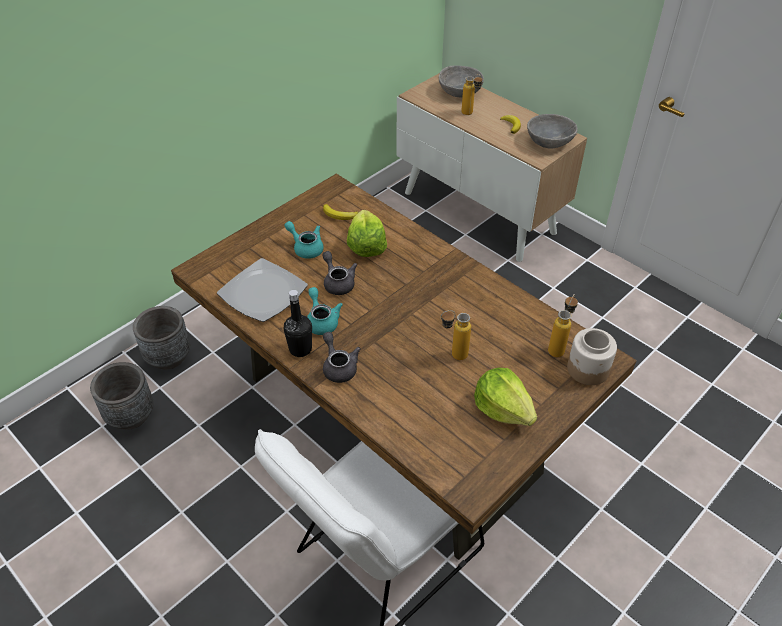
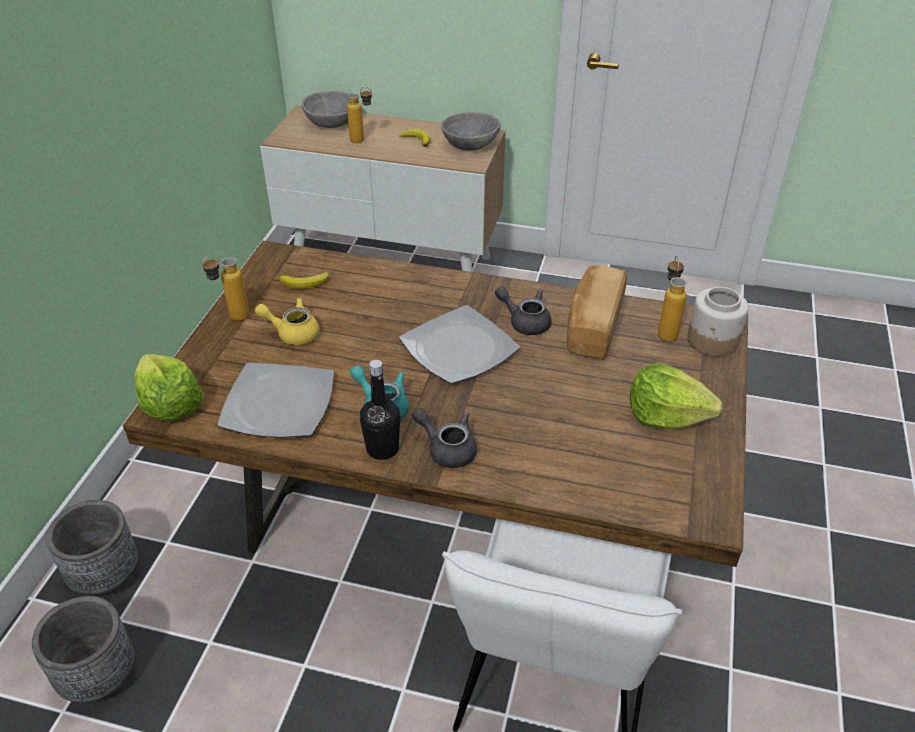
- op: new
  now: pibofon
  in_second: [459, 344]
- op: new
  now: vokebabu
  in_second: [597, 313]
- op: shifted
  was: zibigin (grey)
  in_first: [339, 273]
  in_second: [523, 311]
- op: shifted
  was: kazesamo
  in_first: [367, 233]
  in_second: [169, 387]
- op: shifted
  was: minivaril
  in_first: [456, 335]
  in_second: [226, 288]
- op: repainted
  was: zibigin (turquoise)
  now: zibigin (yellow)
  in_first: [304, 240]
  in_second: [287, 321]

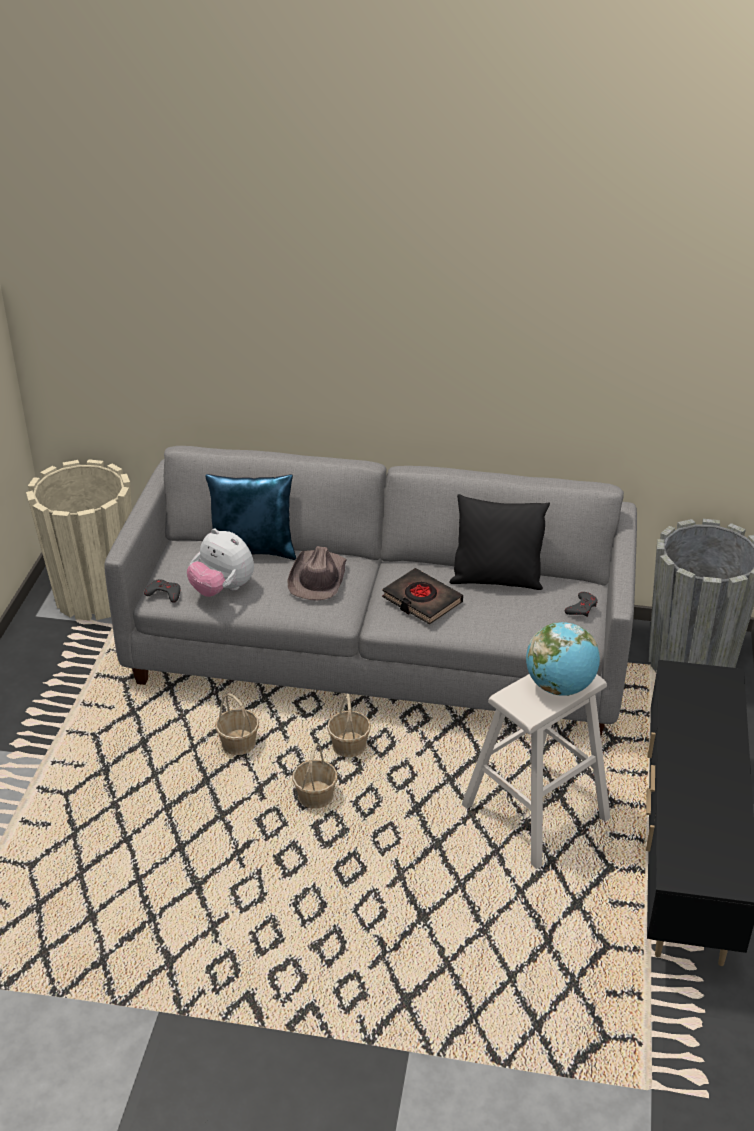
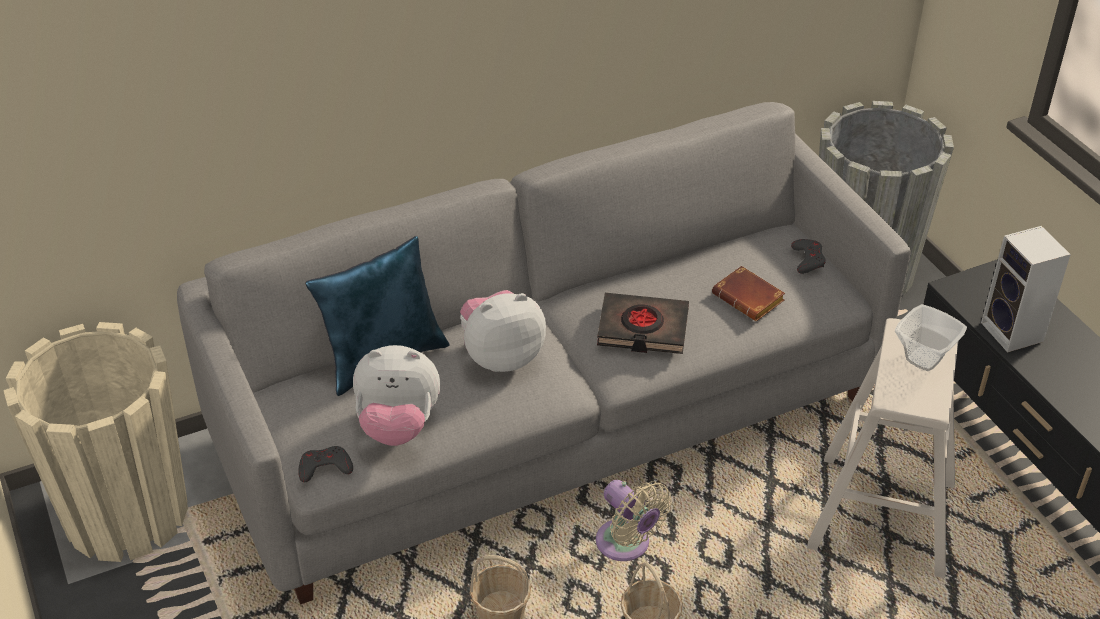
- op: gone
  was: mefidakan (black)
  in_first: [499, 542]
- op: new
  now: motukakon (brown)
  in_second: [748, 293]
- op: new
  now: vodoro
  in_second: [1026, 289]
- op: swapped
  was: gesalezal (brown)
  now: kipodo
  in_first: [317, 573]
  in_second: [503, 331]
- op: swapped
  was: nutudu
  now: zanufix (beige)
  in_first: [349, 725]
  in_second: [634, 520]
- op: swapped
  was: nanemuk
  now: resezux
  in_first: [563, 659]
  in_second: [931, 337]

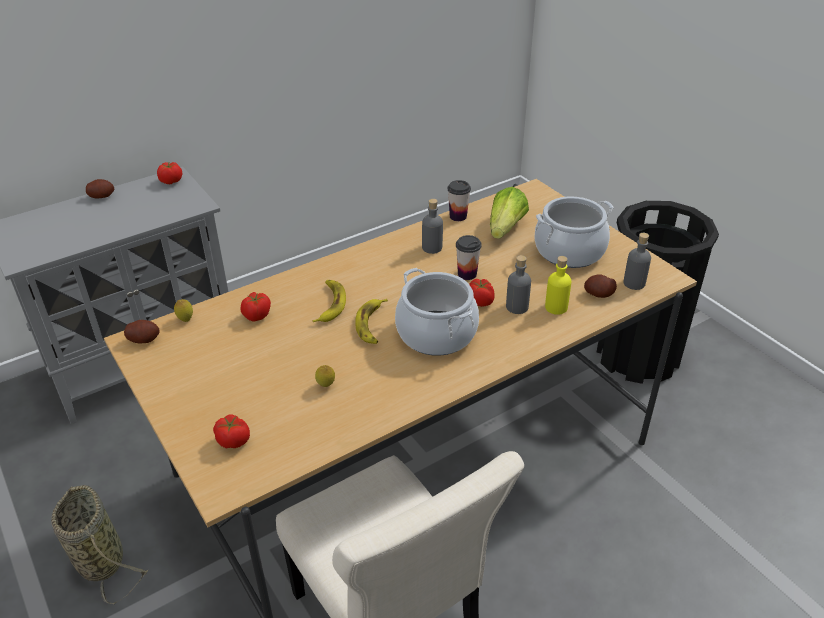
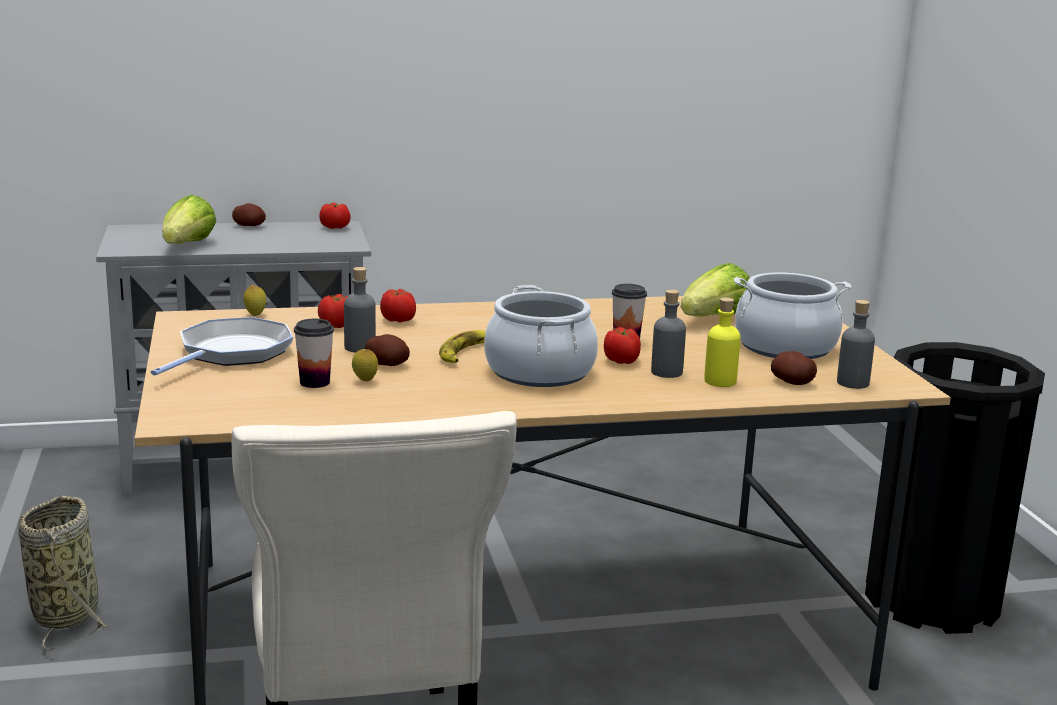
- op: gone
  was: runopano
  in_first: [329, 301]
- op: new
  now: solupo
  in_second: [222, 346]
- op: new
  now: kazesamo
  in_second: [189, 219]
- op: shifted
  was: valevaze
  in_first: [142, 331]
  in_second: [387, 350]
- op: shifted
  was: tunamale
  in_first: [231, 431]
  in_second: [398, 306]
- op: shifted
  was: minivaril (grey)
  in_first: [432, 226]
  in_second: [360, 310]
- op: shifted
  was: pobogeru
  in_first: [459, 200]
  in_second: [314, 353]

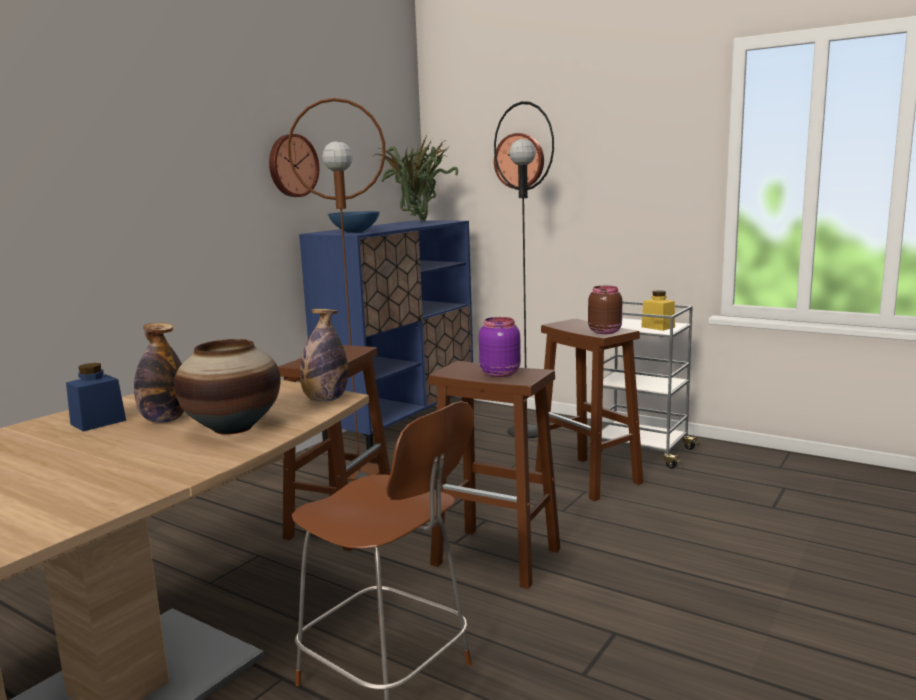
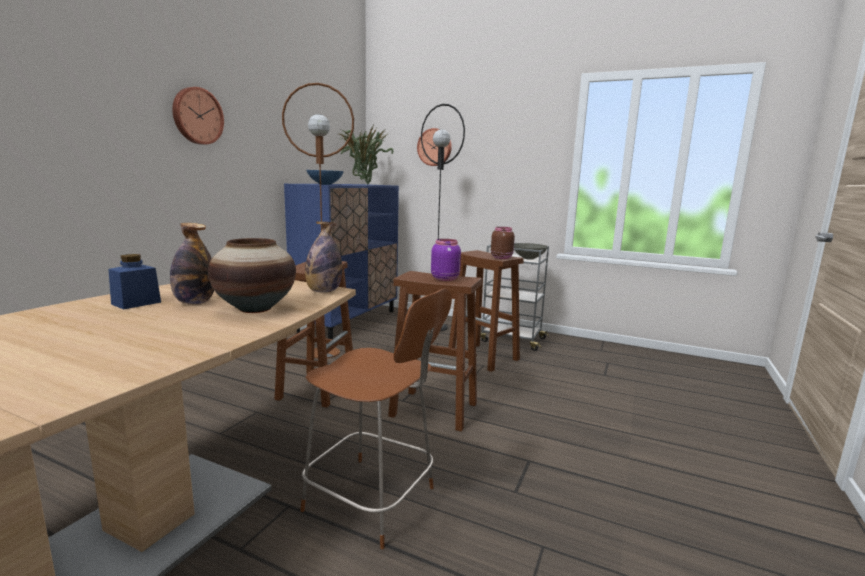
- op: shifted
  was: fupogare
  in_first: [294, 165]
  in_second: [198, 115]
- op: swapped
  was: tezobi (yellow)
  now: resezux (grey)
  in_first: [658, 310]
  in_second: [531, 251]

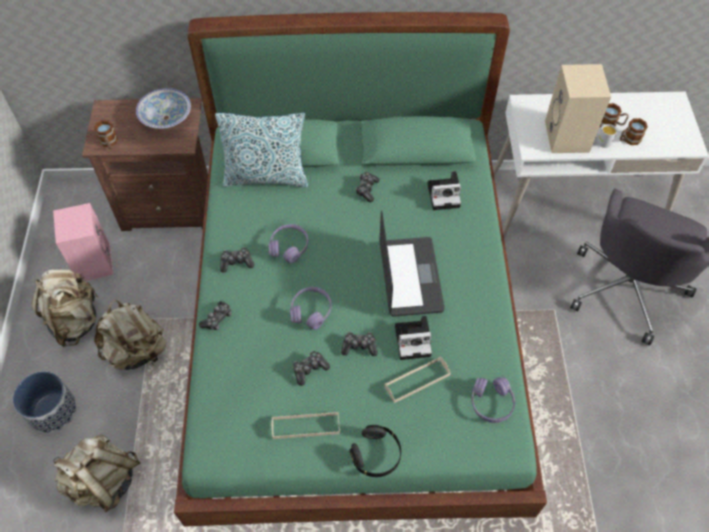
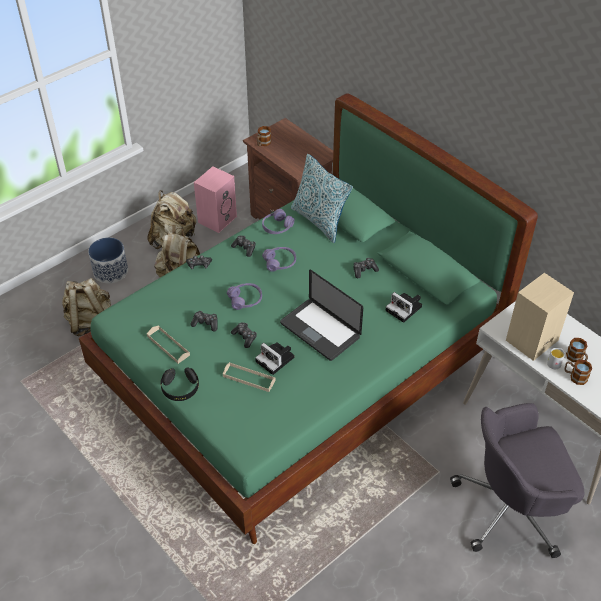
- op: gone
  was: resezux
  in_first: [163, 108]
- op: shifted
  was: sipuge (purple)
  in_first: [493, 400]
  in_second: [278, 221]
- op: rotated
  was: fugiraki
  in_first: [412, 264]
  in_second: [321, 315]
  clockwise: 90

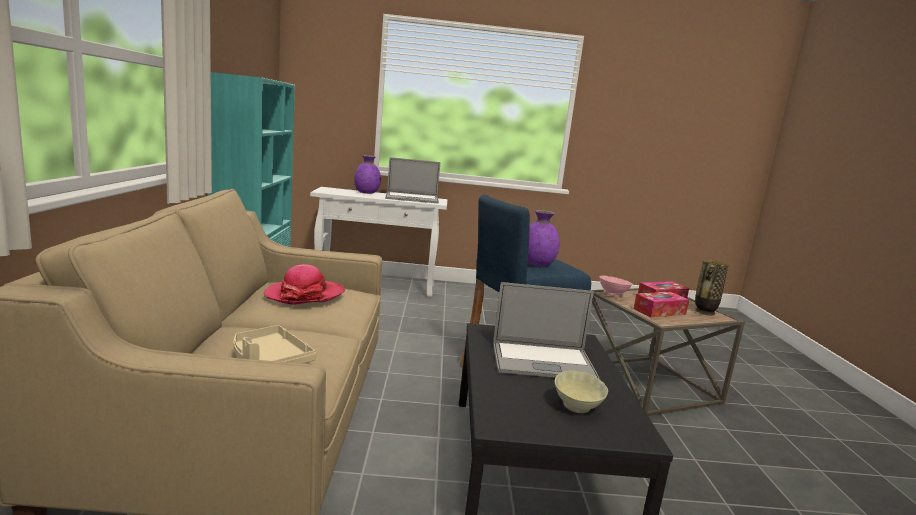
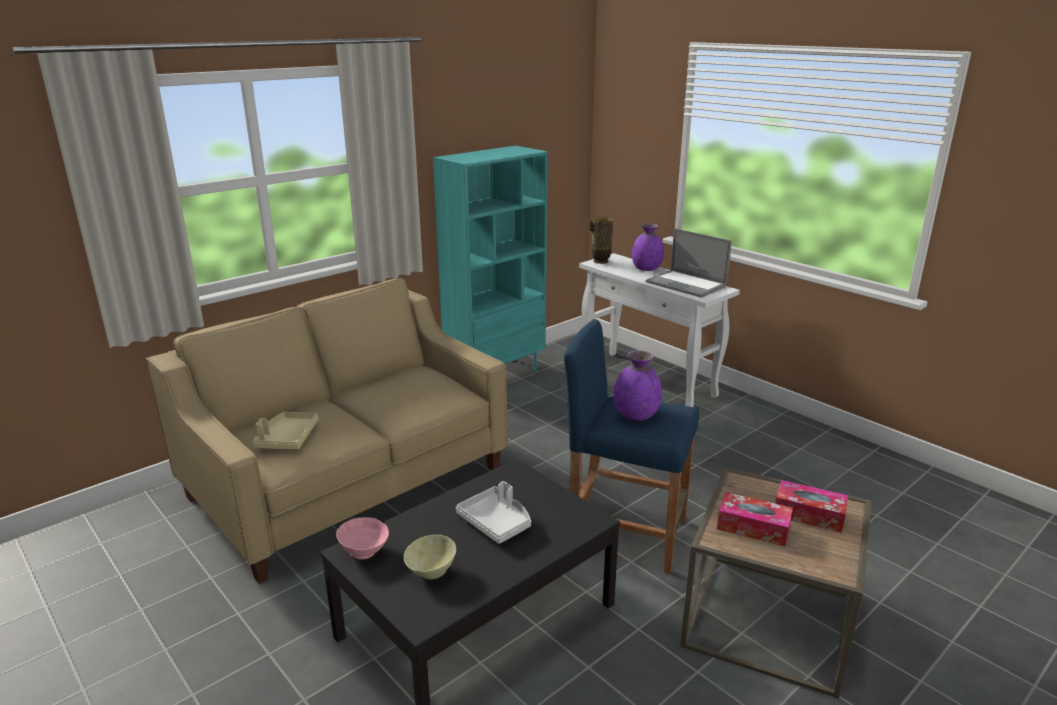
- op: gone
  was: gesalezal
  in_first: [304, 284]
- op: shifted
  was: resezux (pink)
  in_first: [615, 286]
  in_second: [362, 538]
- op: shifted
  was: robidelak
  in_first: [712, 287]
  in_second: [601, 240]
- op: swapped
  was: fugiraki
  now: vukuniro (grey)
  in_first: [546, 330]
  in_second: [493, 512]

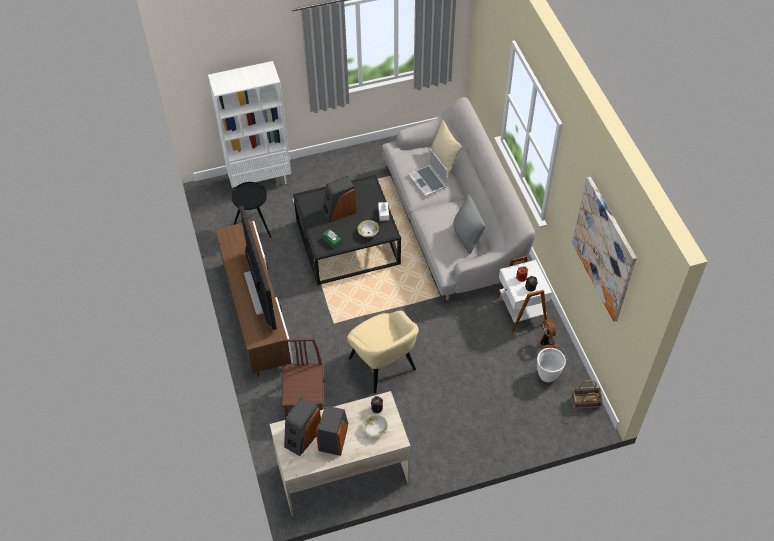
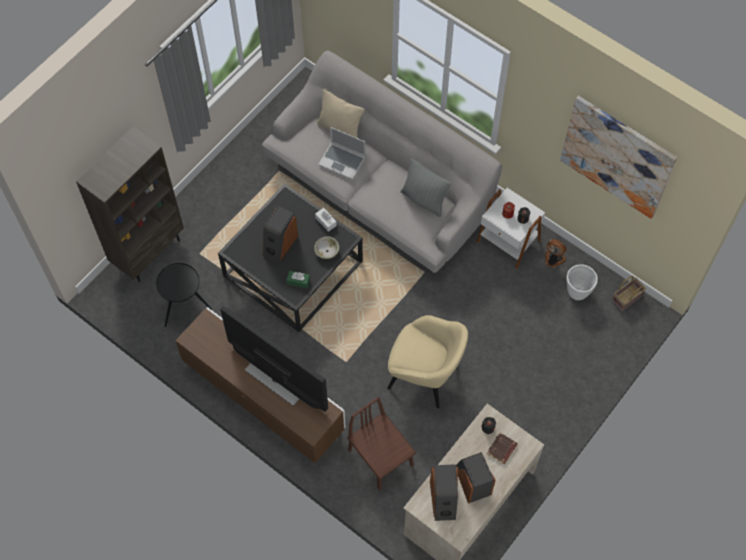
- op: swapped
  was: resezux
  now: motukakon (brown)
  in_first: [375, 425]
  in_second: [502, 448]
- op: repainted
  was: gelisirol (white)
  now: gelisirol (brown)
  in_first: [249, 124]
  in_second: [130, 204]

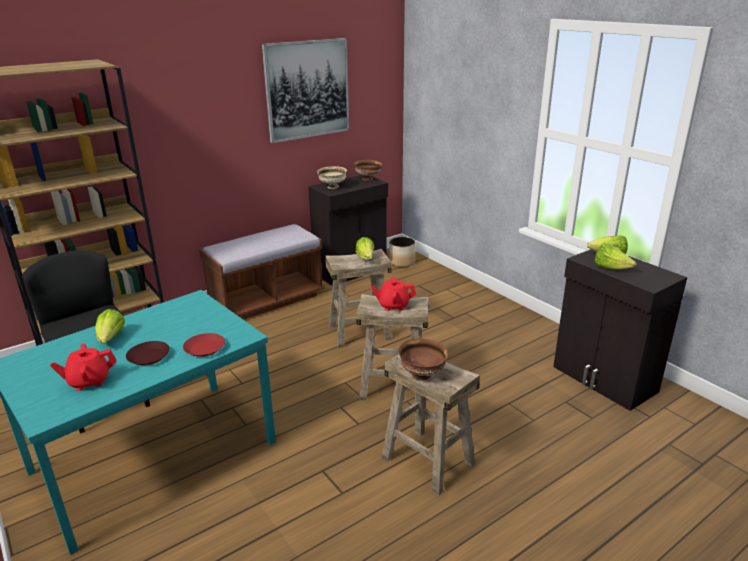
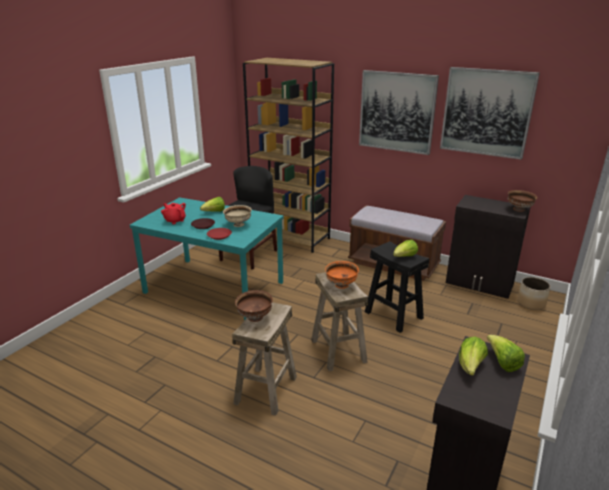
- op: new
  now: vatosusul
  in_second: [399, 112]
- op: shifted
  was: resezux (beige)
  in_first: [332, 177]
  in_second: [237, 216]
- op: swapped
  was: zibigin (red)
  now: resezux (orange)
  in_first: [393, 294]
  in_second: [342, 275]
- op: repainted
  was: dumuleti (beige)
  now: dumuleti (black)
  in_first: [358, 298]
  in_second: [397, 287]

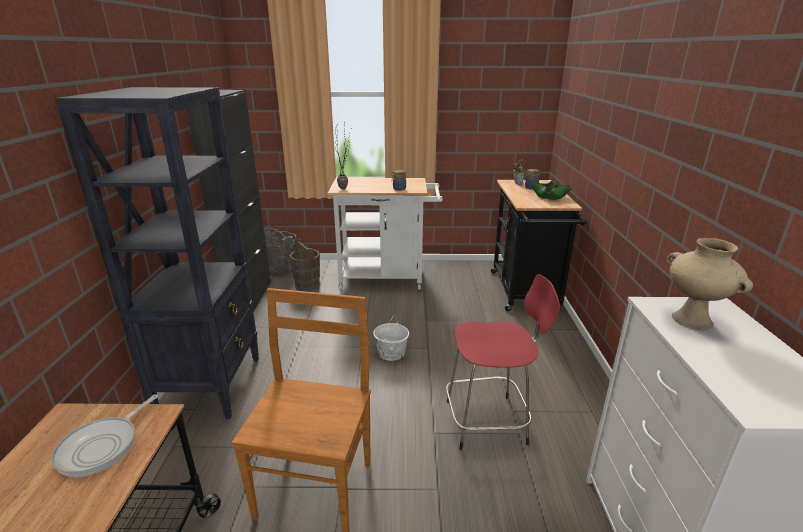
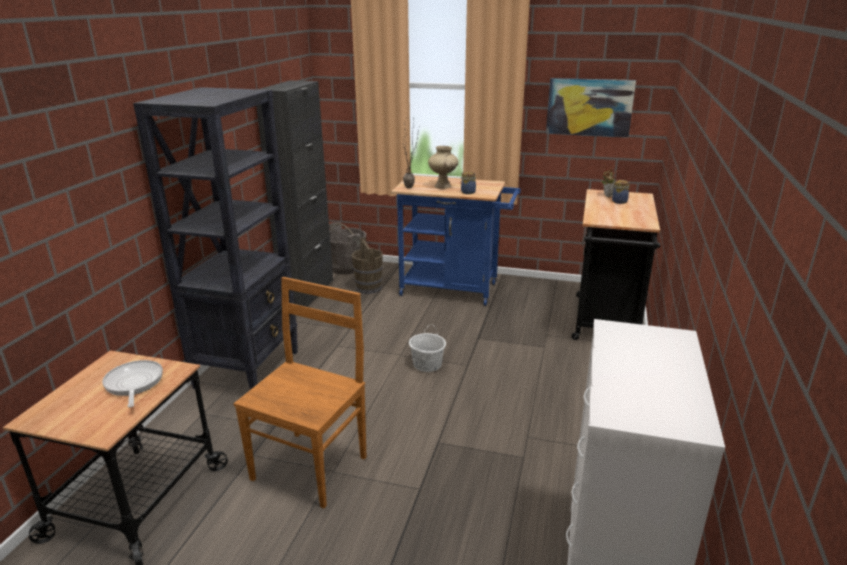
- op: gone
  was: dumuleti (red)
  in_first: [503, 362]
- op: gone
  was: resezux (green)
  in_first: [551, 190]
- op: new
  now: vatosusul
  in_second: [591, 108]
- op: shifted
  was: robidelak (beige)
  in_first: [709, 284]
  in_second: [443, 167]
- op: repainted
  was: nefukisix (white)
  now: nefukisix (blue)
  in_first: [385, 234]
  in_second: [456, 240]
- op: rotated
  was: solupo
  in_first: [104, 435]
  in_second: [132, 384]
  clockwise: 120

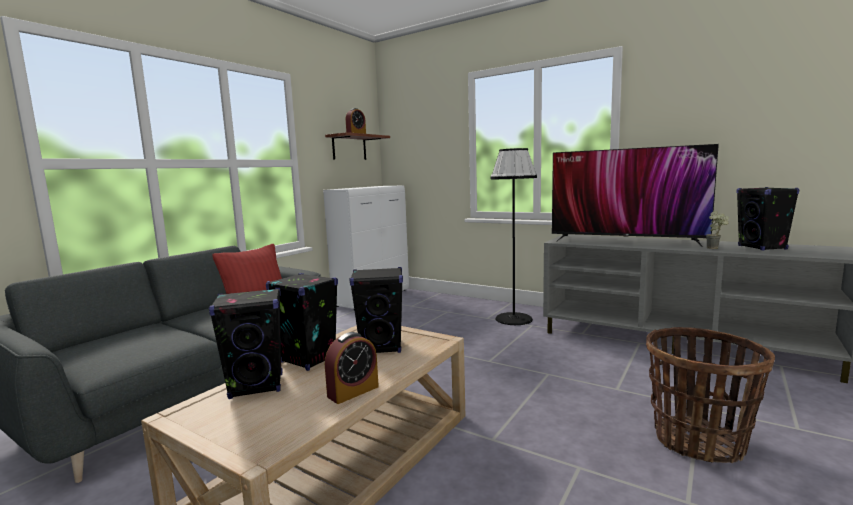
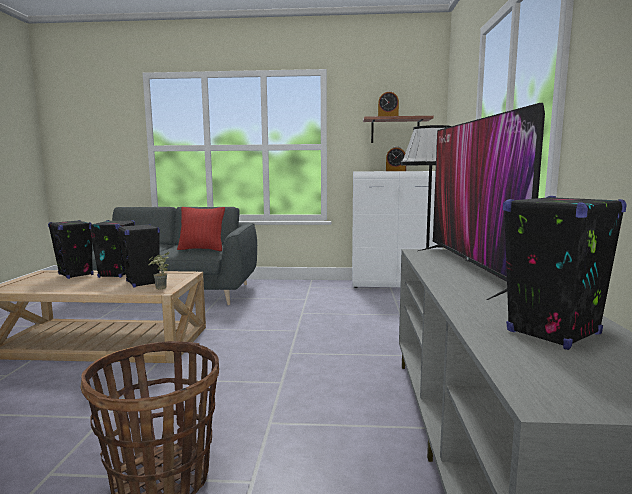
- op: shifted
  was: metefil
  in_first: [352, 368]
  in_second: [396, 158]
- op: shifted
  was: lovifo
  in_first: [717, 230]
  in_second: [159, 270]

